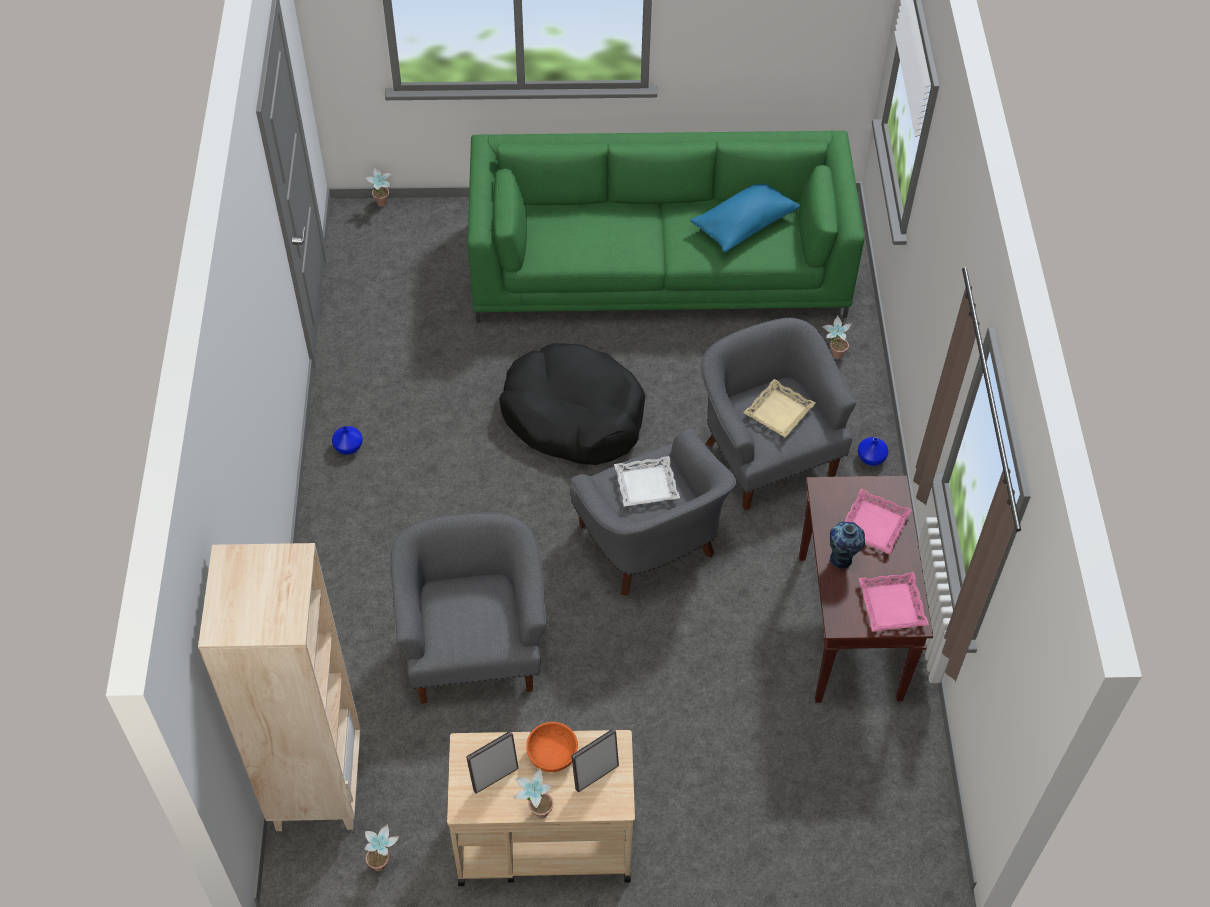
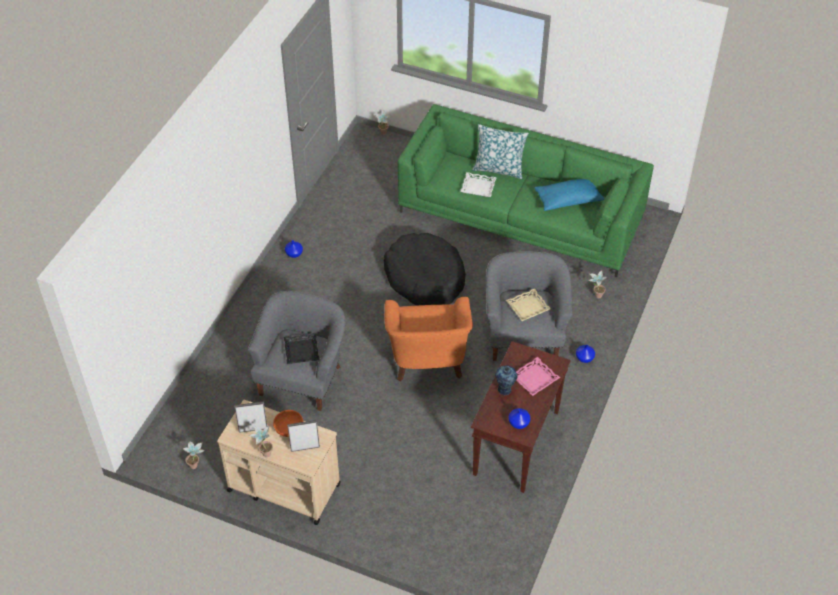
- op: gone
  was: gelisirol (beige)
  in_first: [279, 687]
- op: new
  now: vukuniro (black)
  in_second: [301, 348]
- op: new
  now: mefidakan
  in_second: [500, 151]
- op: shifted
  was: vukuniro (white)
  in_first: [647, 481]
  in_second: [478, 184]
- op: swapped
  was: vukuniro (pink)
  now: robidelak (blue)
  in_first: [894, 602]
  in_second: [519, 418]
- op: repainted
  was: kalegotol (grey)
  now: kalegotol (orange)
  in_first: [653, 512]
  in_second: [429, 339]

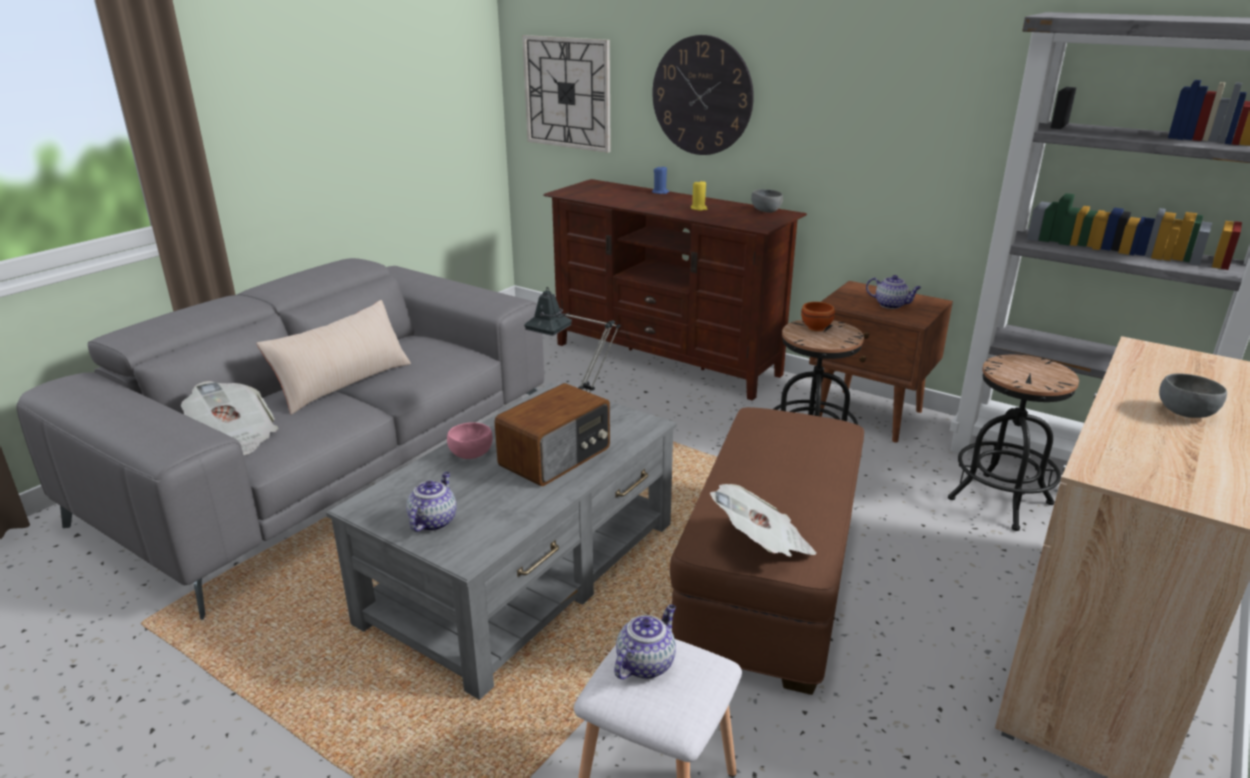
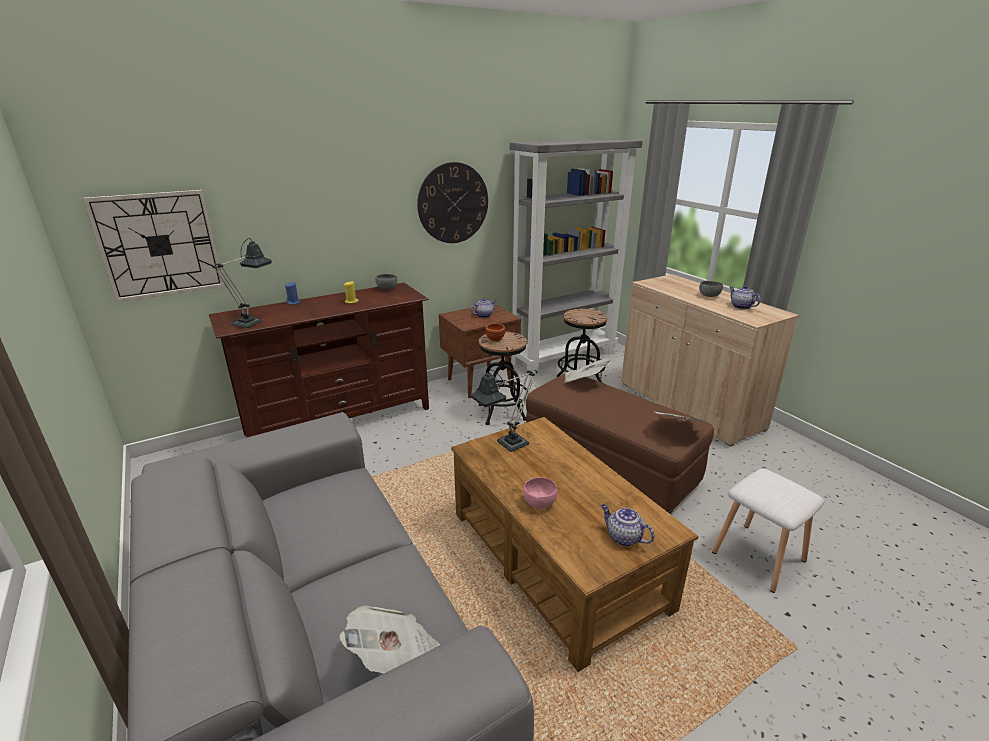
- op: gone
  was: mefidakan (beige)
  in_first: [333, 357]
- op: gone
  was: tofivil
  in_first: [552, 434]
- op: new
  now: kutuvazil
  in_second: [242, 283]
- op: new
  now: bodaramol
  in_second: [587, 370]
- op: shifted
  was: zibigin
  in_first: [645, 642]
  in_second: [745, 297]
- op: shifted
  was: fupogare
  in_first: [703, 95]
  in_second: [452, 202]
- op: repainted
  was: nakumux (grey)
  now: nakumux (brown)
  in_first: [501, 541]
  in_second: [574, 544]

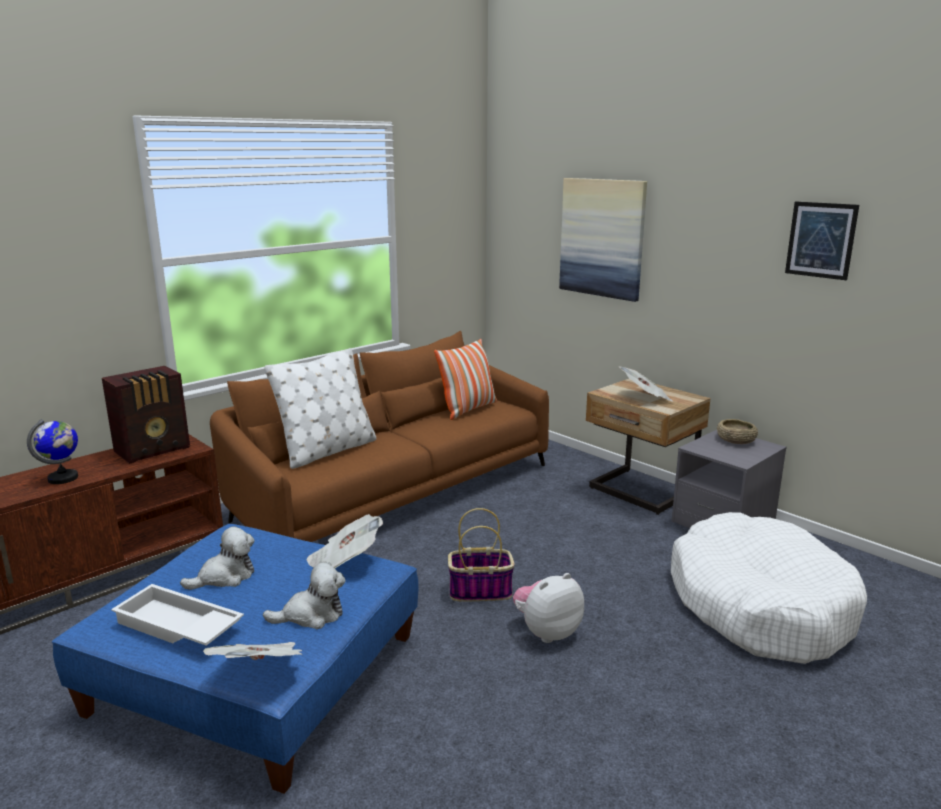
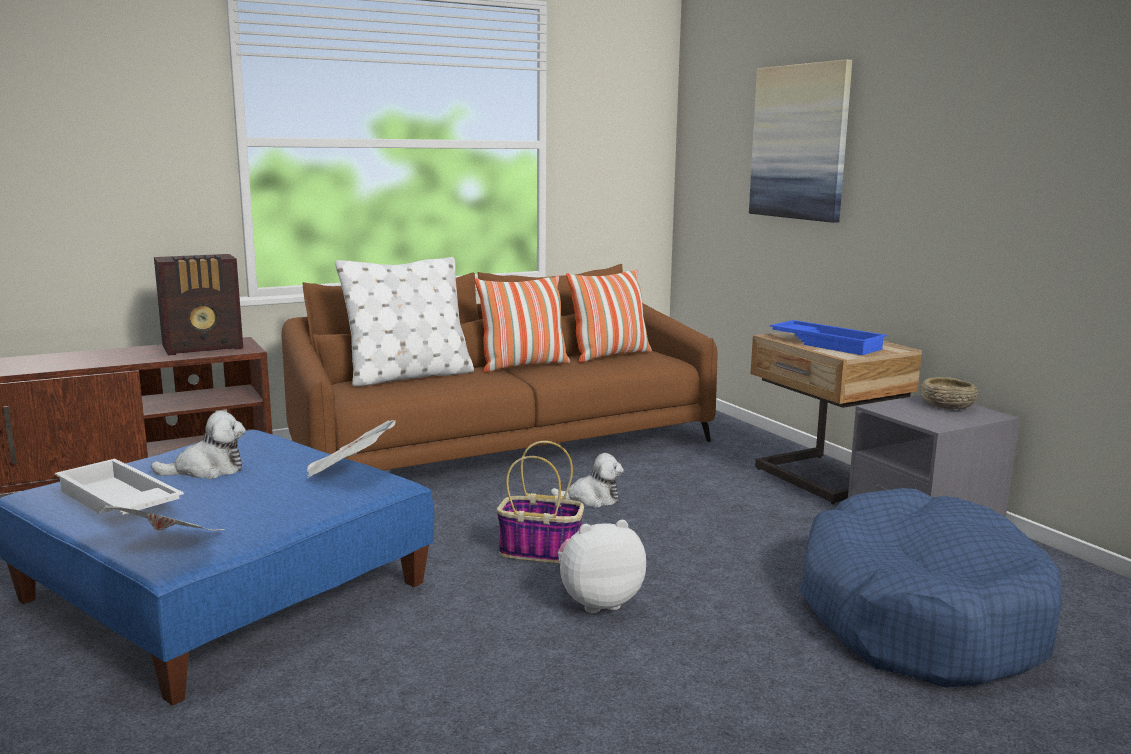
- op: gone
  was: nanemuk
  in_first: [52, 451]
- op: gone
  was: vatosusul
  in_first: [822, 240]
- op: new
  now: mefidakan
  in_second: [522, 324]
- op: shifted
  was: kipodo
  in_first: [304, 595]
  in_second: [587, 480]
- op: swapped
  was: bodaramol
  now: vukuniro (blue)
  in_first: [646, 384]
  in_second: [828, 337]
- op: repainted
  was: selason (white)
  now: selason (blue)
  in_first: [769, 588]
  in_second: [931, 588]

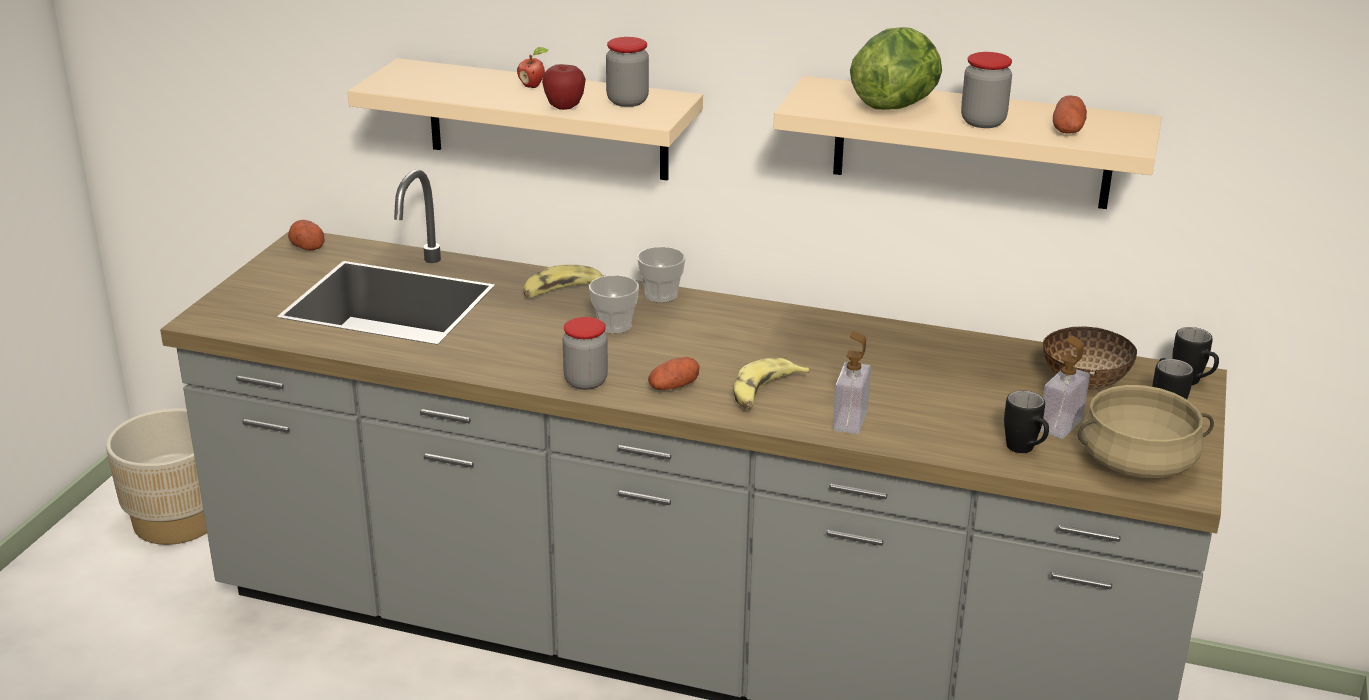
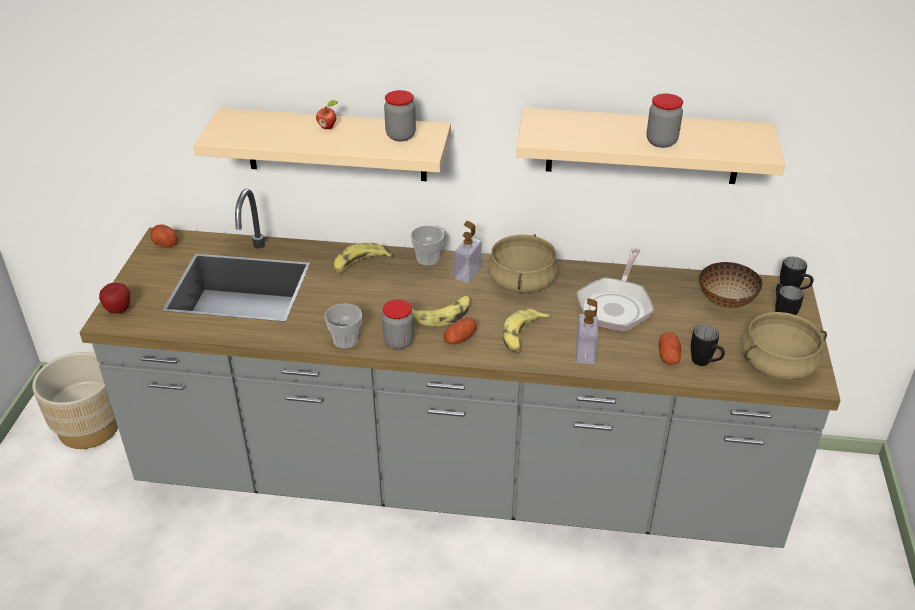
- op: gone
  was: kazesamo
  in_first: [896, 69]
- op: new
  now: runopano
  in_second: [441, 311]
- op: new
  now: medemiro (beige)
  in_second: [523, 263]
- op: new
  now: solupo
  in_second: [615, 290]
- op: shifted
  was: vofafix
  in_first: [564, 87]
  in_second: [114, 298]
- op: shifted
  was: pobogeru
  in_first: [614, 304]
  in_second: [343, 325]
- op: shifted
  was: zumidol
  in_first: [1065, 387]
  in_second: [468, 252]
- op: shifted
  was: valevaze
  in_first: [1070, 114]
  in_second: [670, 348]

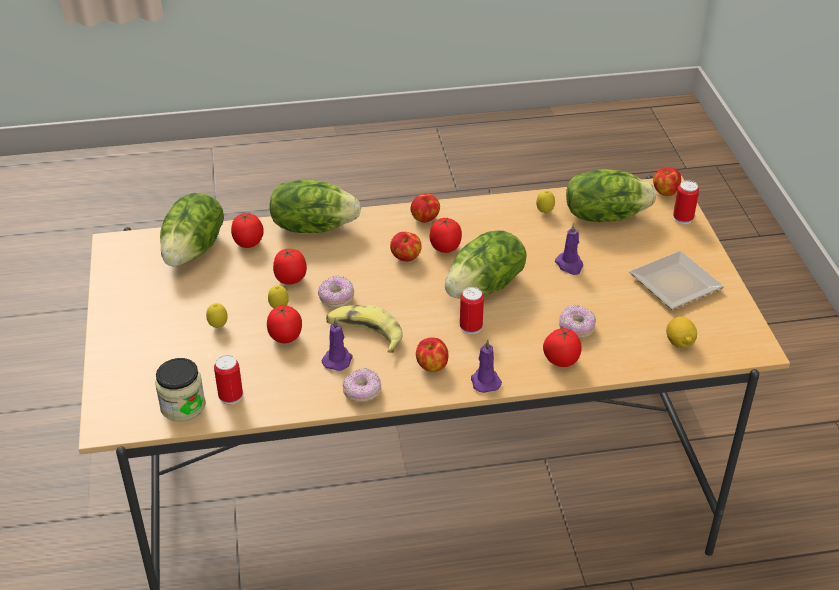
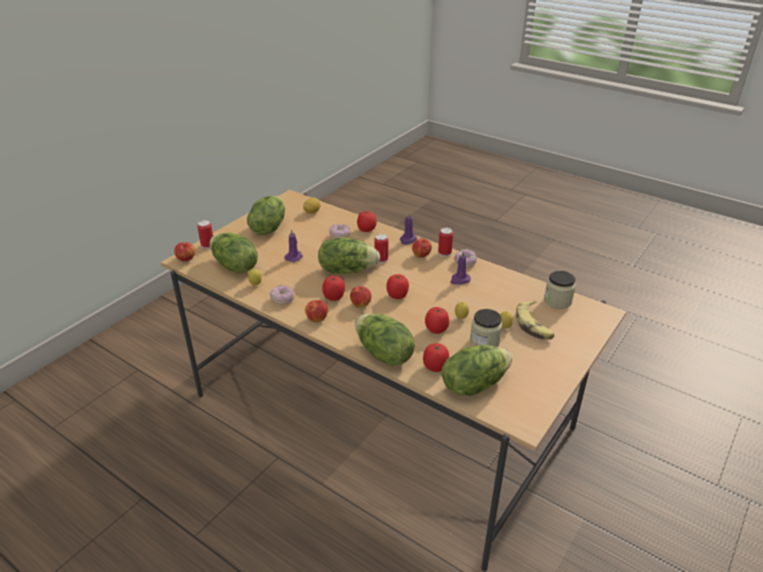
- op: new
  now: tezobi
  in_second: [486, 328]
- op: shifted
  was: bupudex
  in_first: [228, 380]
  in_second: [445, 242]
- op: shifted
  was: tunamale
  in_first: [284, 324]
  in_second: [397, 286]
- op: shifted
  was: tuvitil
  in_first: [336, 291]
  in_second: [282, 295]
- op: shifted
  was: runopano
  in_first: [364, 329]
  in_second: [535, 319]
- op: swapped
  was: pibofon
  now: kazesamo
  in_first: [676, 280]
  in_second: [266, 215]

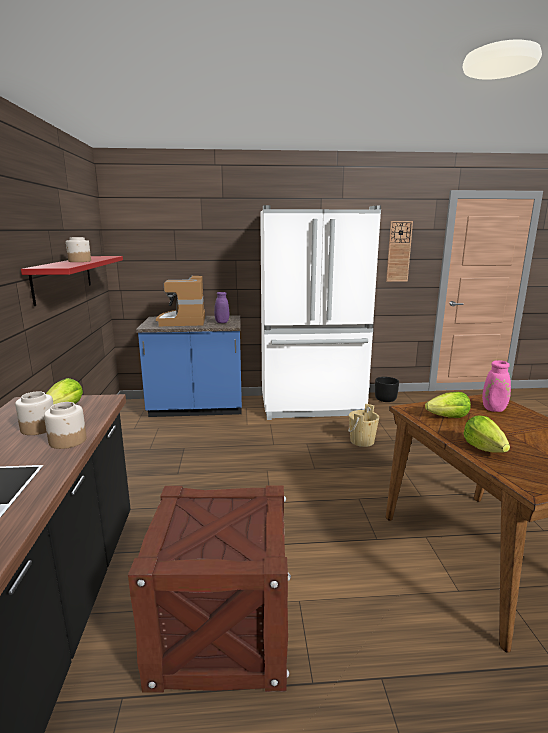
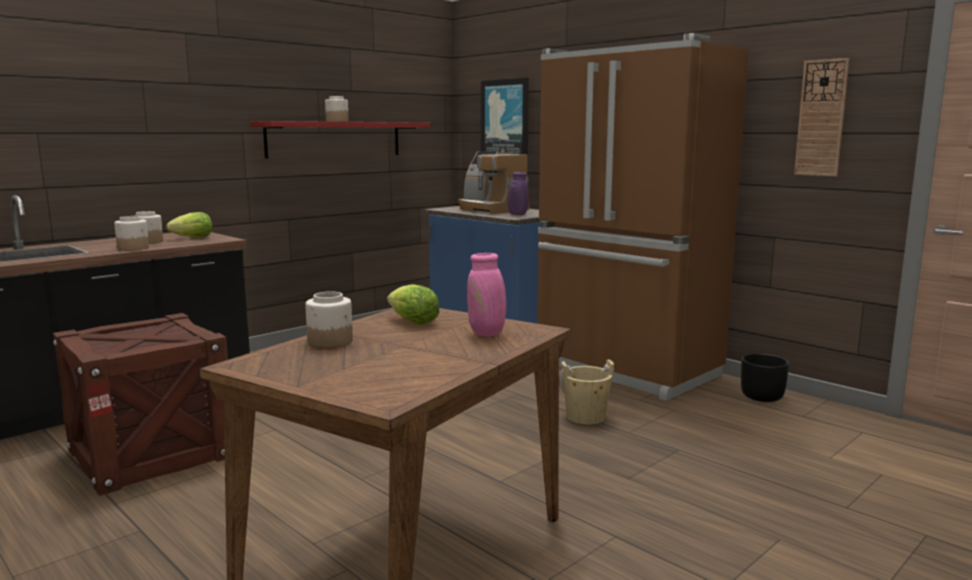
- op: new
  now: vatosusul
  in_second: [505, 119]
- op: swapped
  was: kazesamo
  now: tezobi
  in_first: [486, 434]
  in_second: [329, 319]
- op: repainted
  was: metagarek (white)
  now: metagarek (brown)
  in_first: [320, 312]
  in_second: [643, 217]
- op: rotated
  was: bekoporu
  in_first: [180, 300]
  in_second: [493, 182]
  clockwise: -90

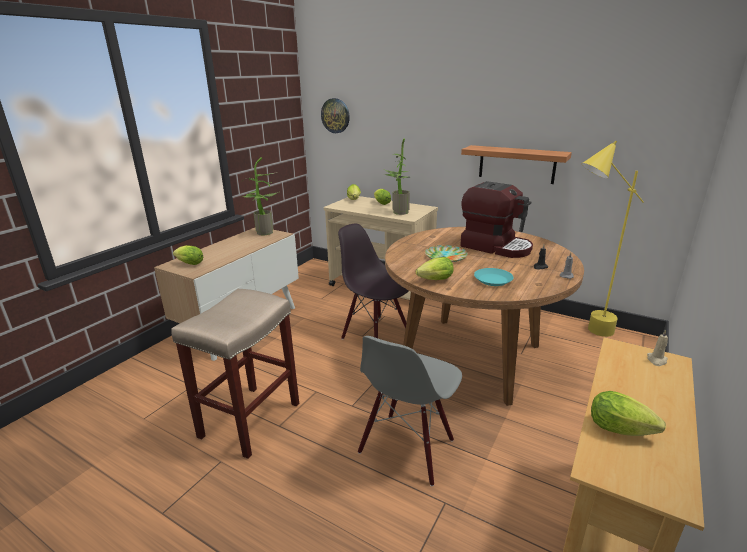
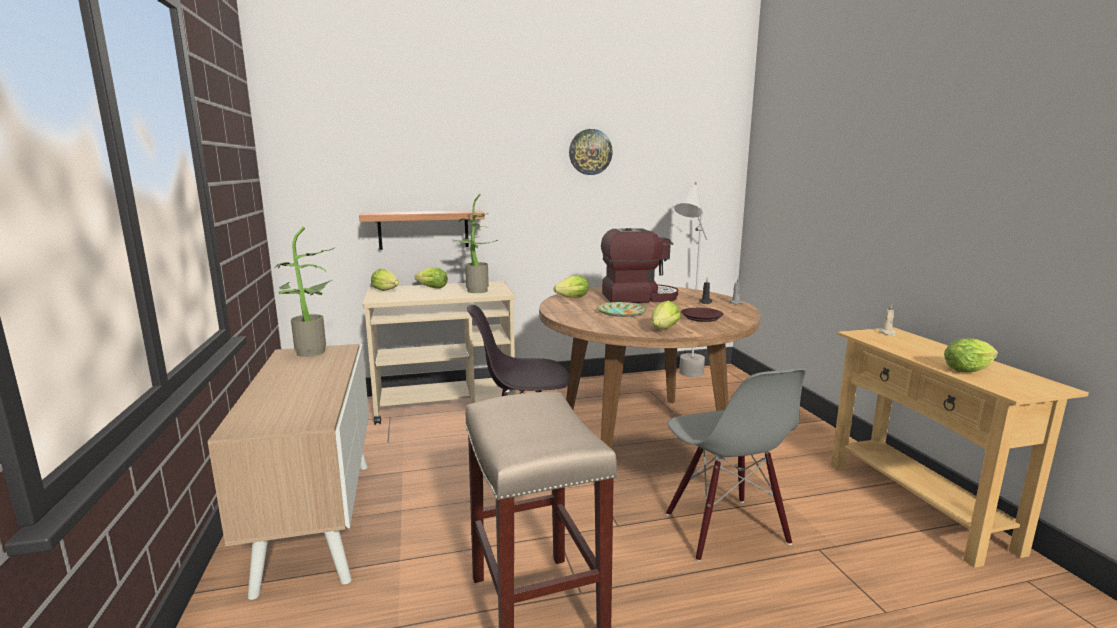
- op: shifted
  was: kazesamo
  in_first: [188, 255]
  in_second: [571, 286]
- op: shifted
  was: fupogare
  in_first: [335, 115]
  in_second: [591, 152]
- op: shifted
  was: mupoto
  in_first: [516, 164]
  in_second: [422, 230]
- op: repainted
  was: pibofon (turquoise)
  now: pibofon (brown)
  in_first: [494, 277]
  in_second: [702, 315]
- op: repainted
  was: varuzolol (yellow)
  now: varuzolol (grey)
  in_first: [613, 239]
  in_second: [690, 279]

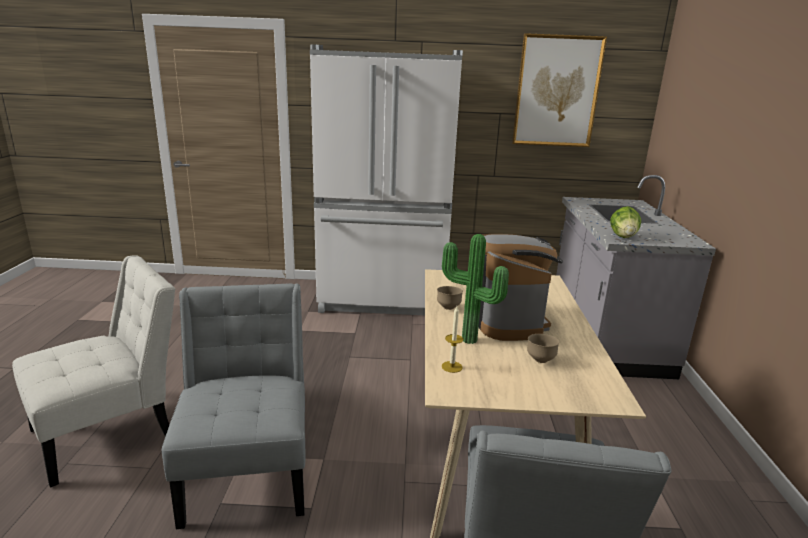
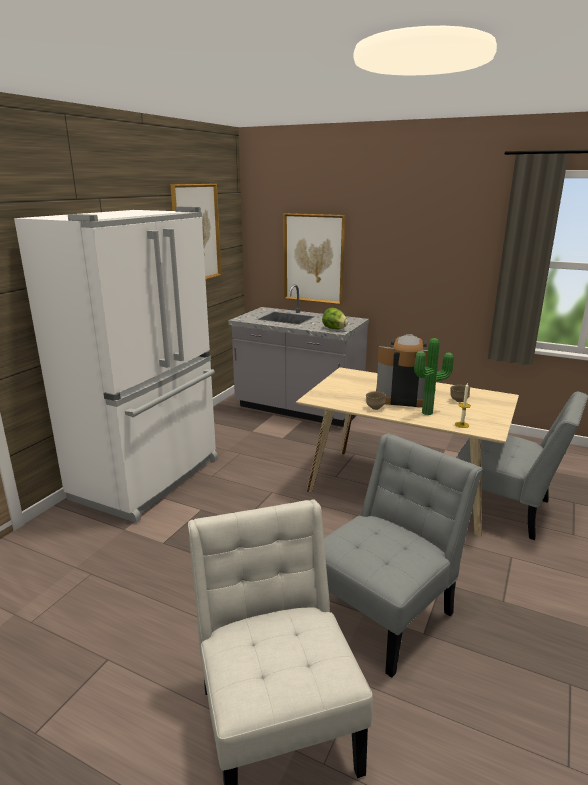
- op: new
  now: vatosusul
  in_second: [314, 259]
- op: rotated
  was: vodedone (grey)
  in_first: [233, 406]
  in_second: [403, 556]
  clockwise: 120

